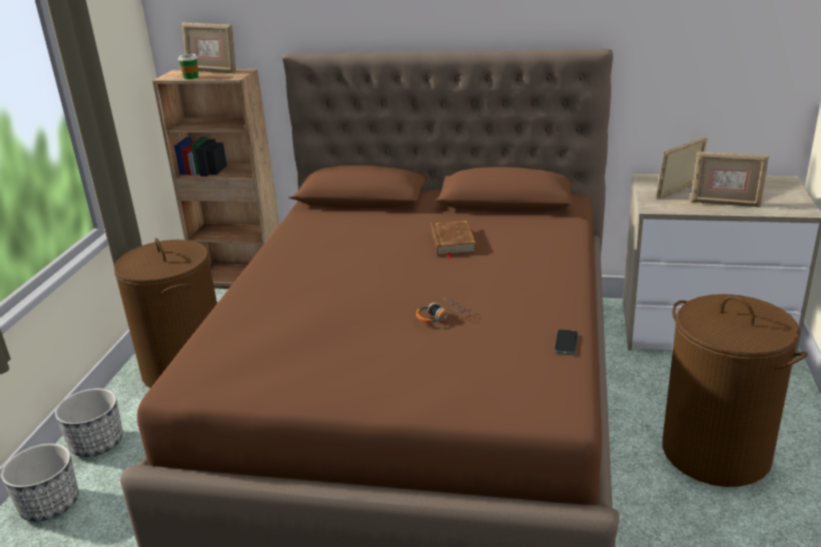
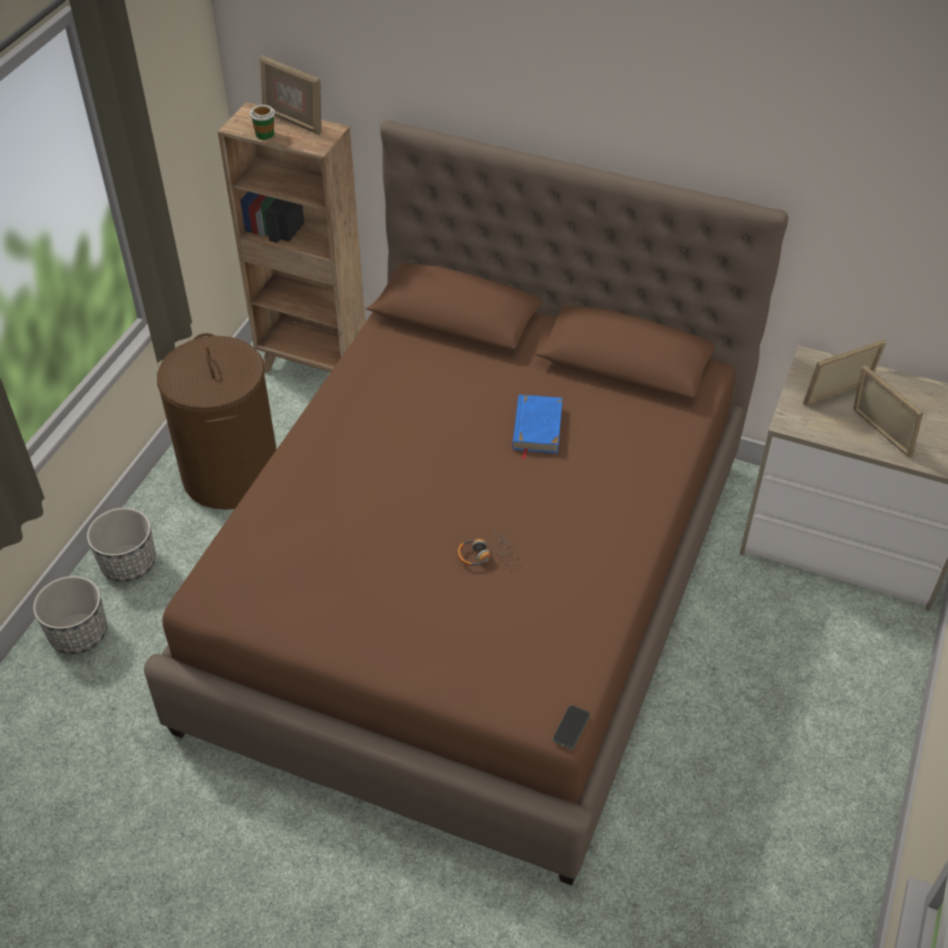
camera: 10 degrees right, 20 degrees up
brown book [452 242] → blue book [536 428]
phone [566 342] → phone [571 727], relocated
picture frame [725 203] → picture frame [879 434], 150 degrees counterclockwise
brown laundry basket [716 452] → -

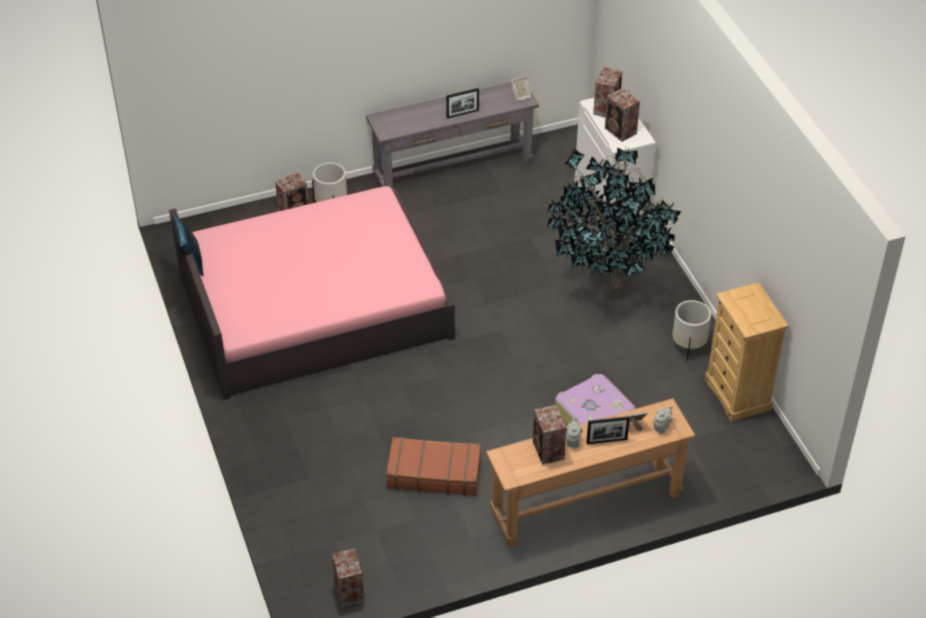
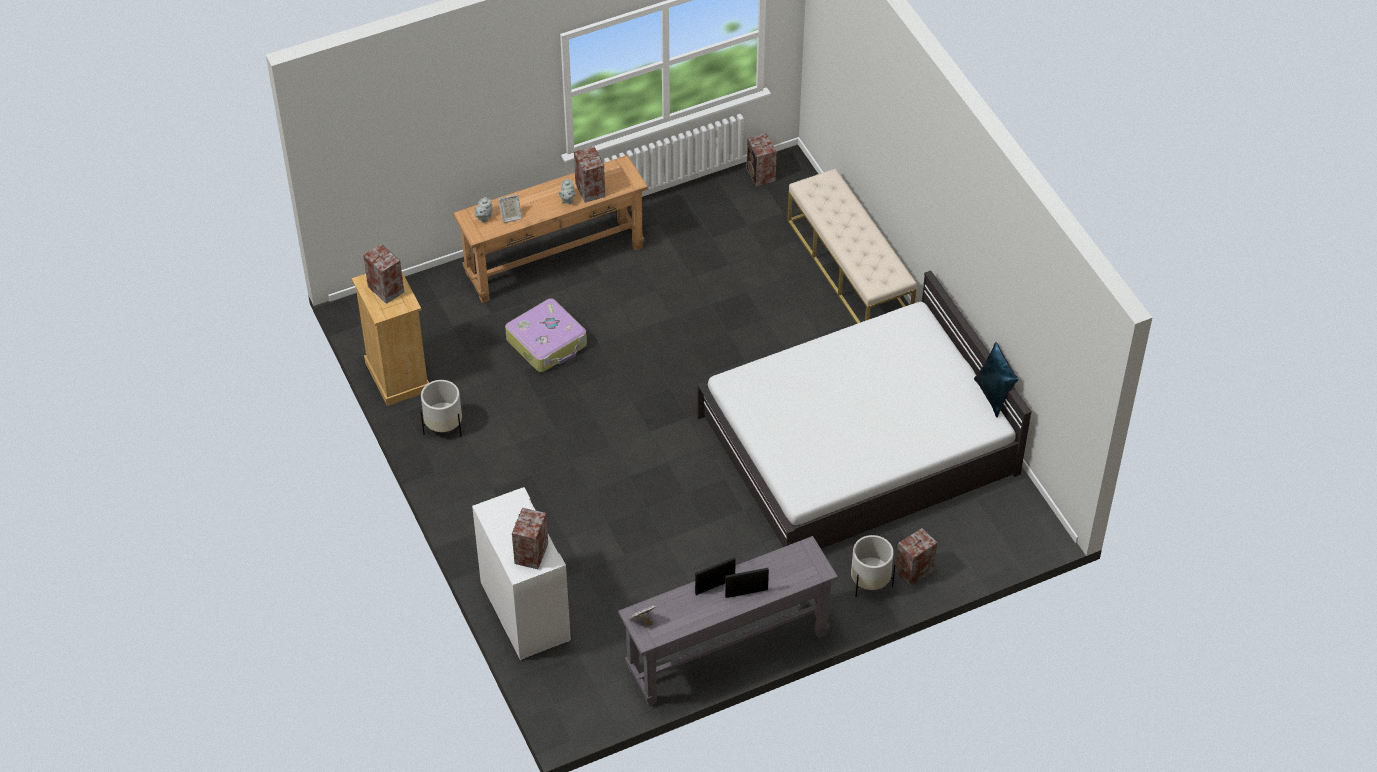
camera: 175 degrees right, 5 degrees up
speaker [621 131] → speaker [385 288], relocated
pink bed [313 306] → white bed [858 445]
picture frame [606 441] → picture frame [746 593], relocated
- → beige bench [849 269]
brown suitcase [434 473] → -
potted plant [607 298] → -

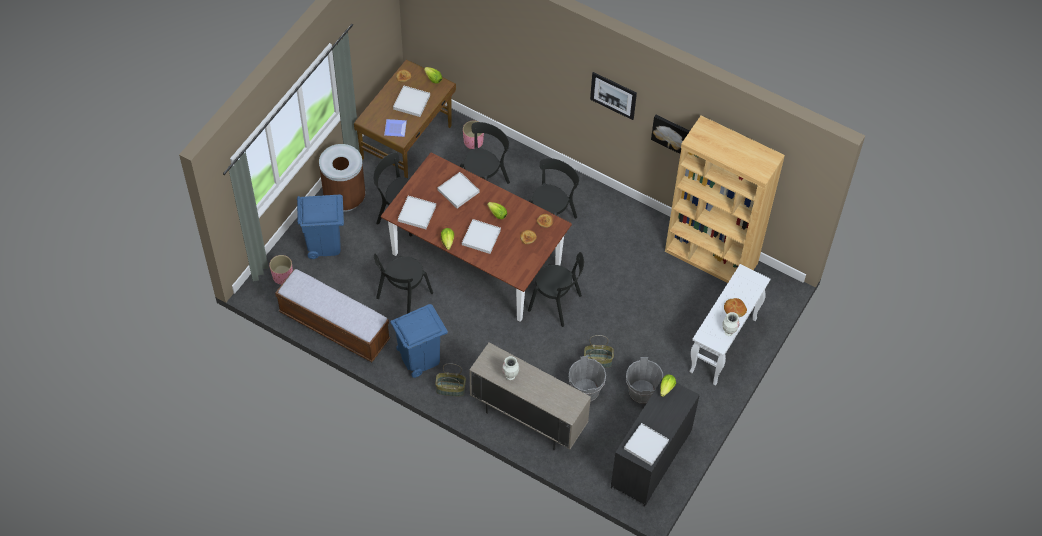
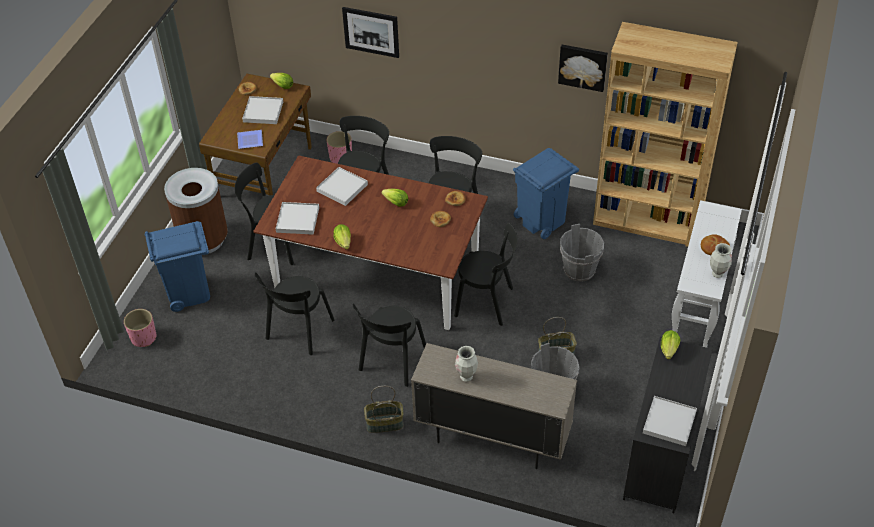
camera: 10 degrees left, 10 degrees down
picture [613 95] → picture [371 32], relocated
- → black chair [391 362]
blue trash can [420 357] → blue trash can [541 220], relocated
grey bucket [642 392] → grey bucket [579 270], relocated
bench [334 326] → -
white tray [481 237] → -

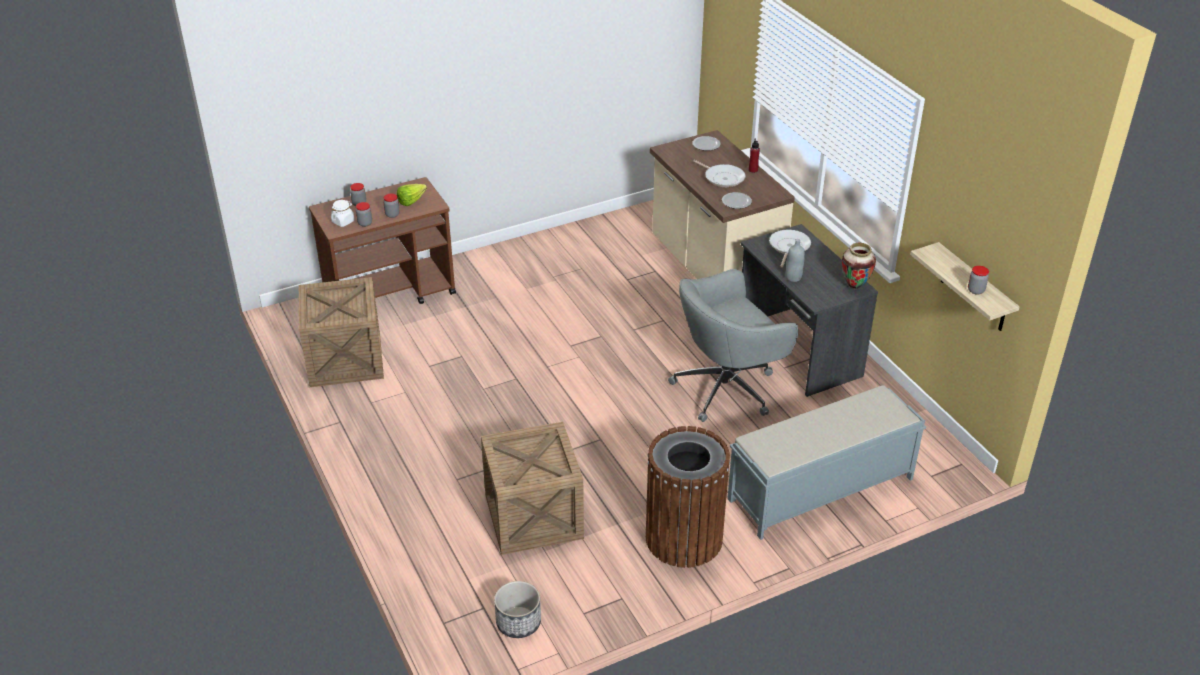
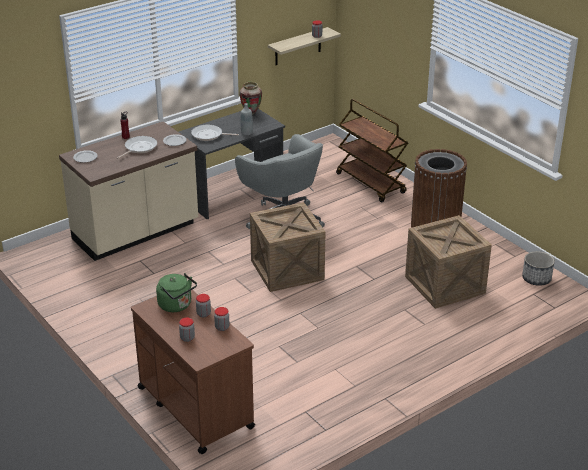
camera: 100 degrees left, 5 degrees down
lettuce [414 201] → green kettle [177 305]
crate [345 360] → crate [287 270], relocated
grey bench [819 489] → brown cart [371 183]
white jar [343 221] → -

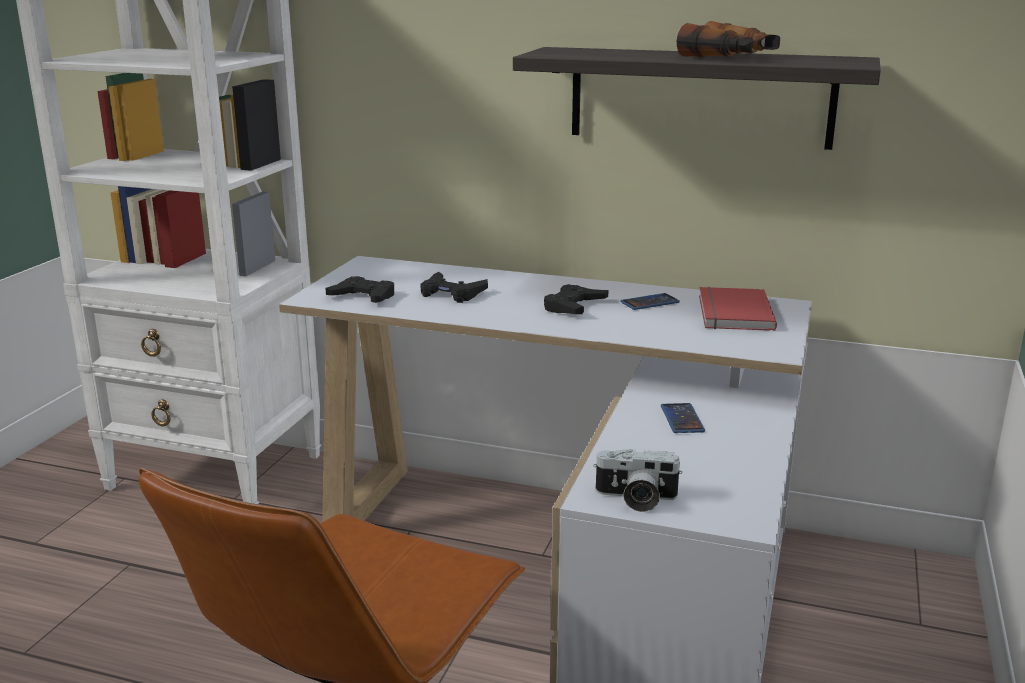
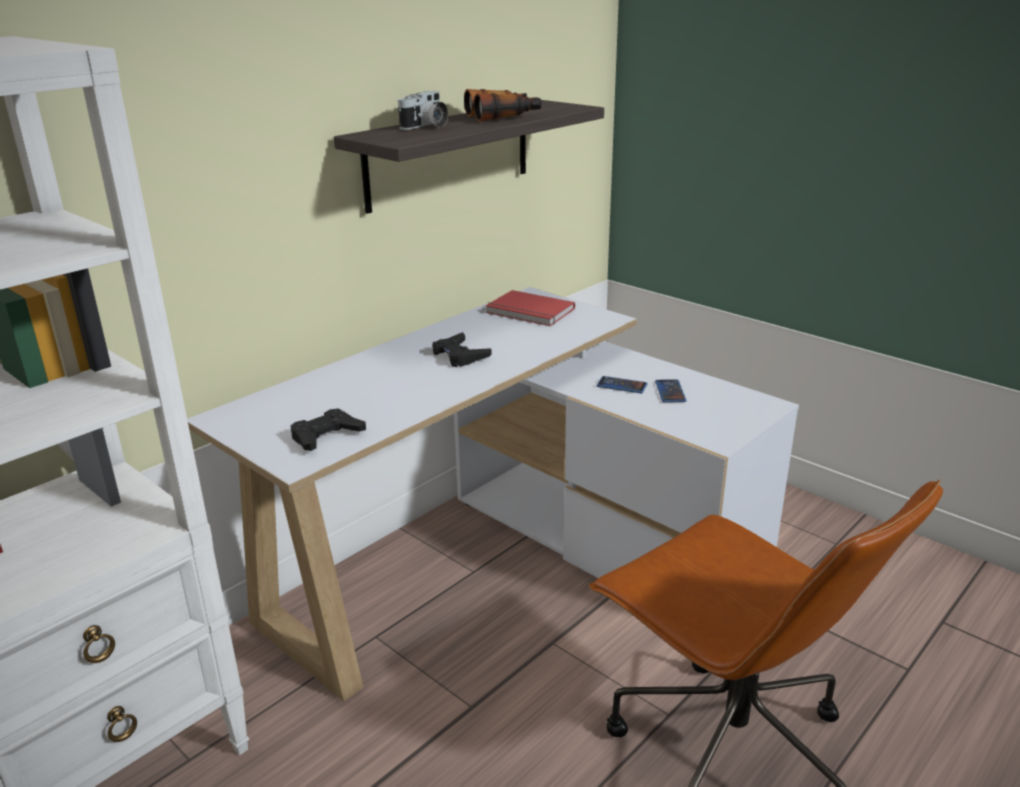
camera: 65 degrees left, 5 degrees up
photo camera [635 499] → photo camera [426 126], relocated
phone [650 302] → phone [670 391], relocated
black game controller [451 293] → -

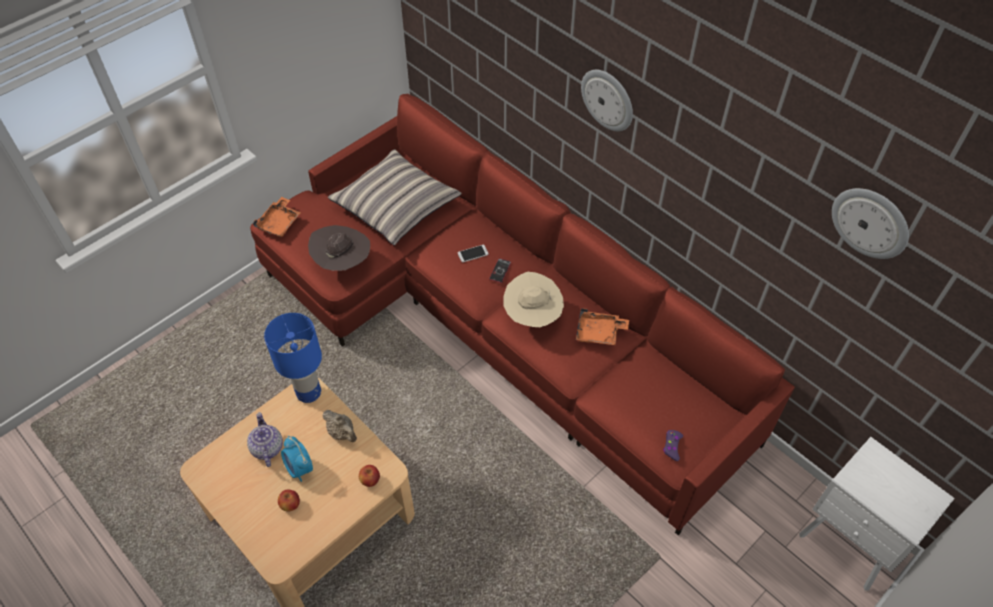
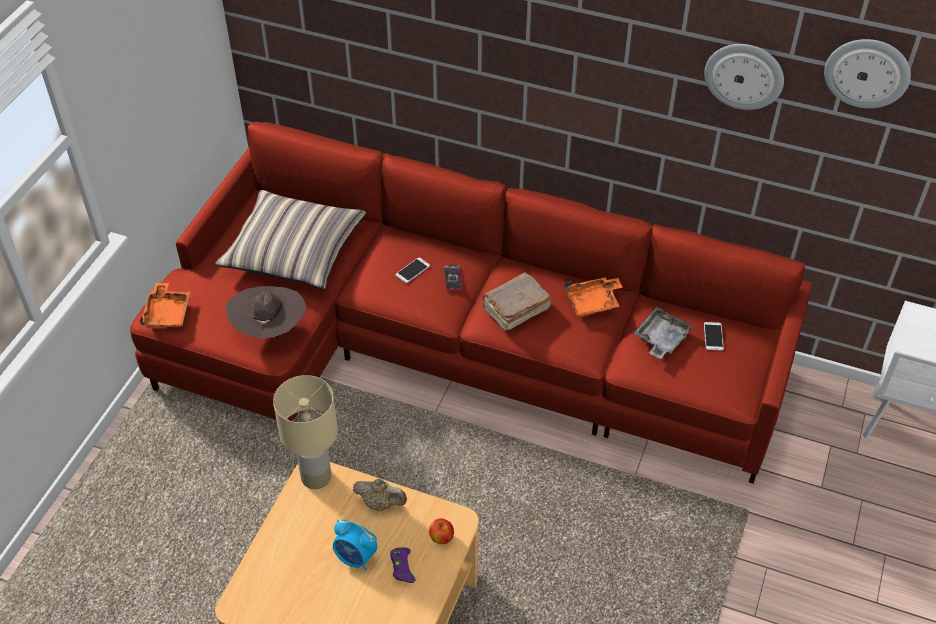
camera: 25 degrees left, 5 degrees down
blue table lamp [309 392] → beige table lamp [316 476]
purple game controller [672 446] → purple game controller [402 567], relocated
beige hat [532 315] → brown book [515 310]
- → grey tray [661 339]
wall clock [608 99] → wall clock [744 75], relocated
- → phone [713 336]
teapot [267 448] → -
apple [290 505] → -

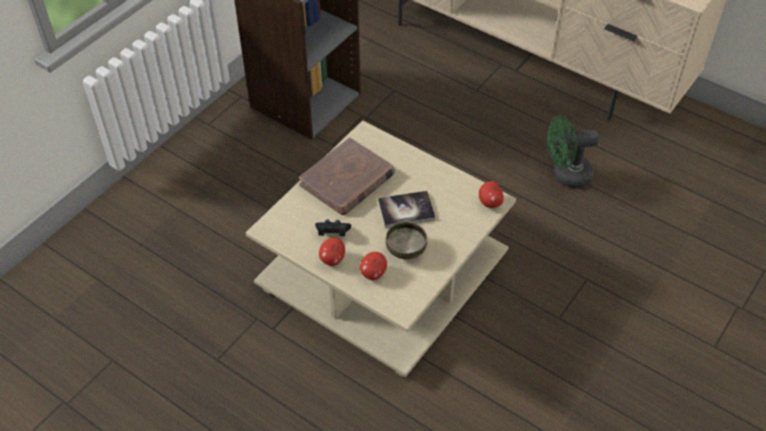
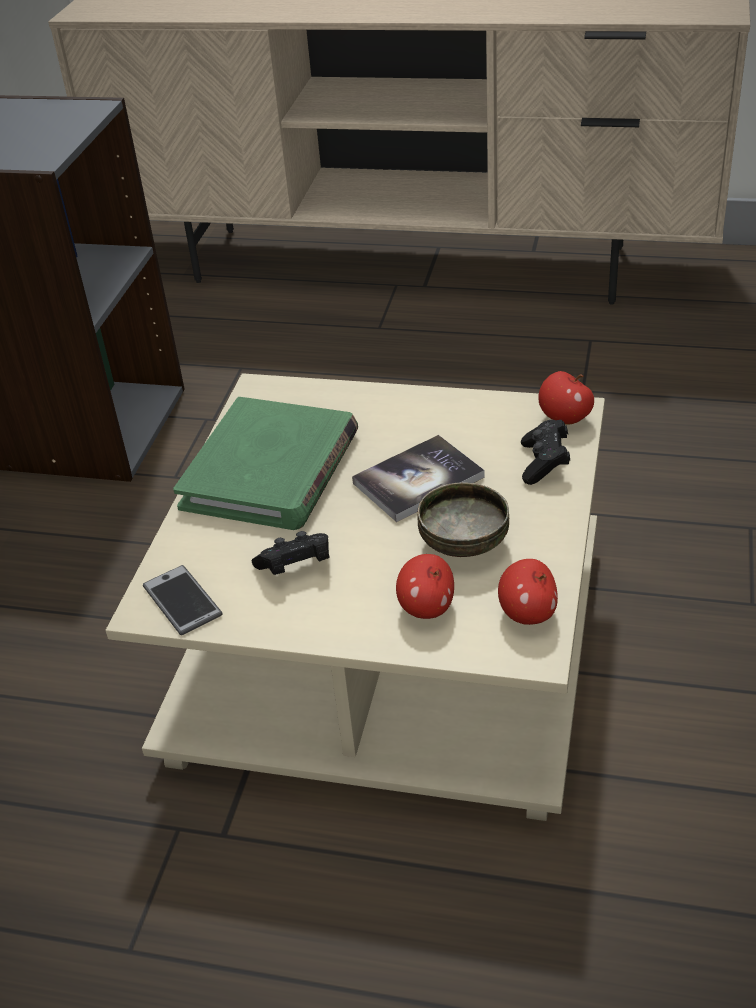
camera: 20 degrees left, 10 degrees down
- → phone [182 601]
brown book [347 180] → green book [271 470]
apple [332 259] → apple [528 613], relocated
- → black game controller [544 463]
green fan [566 176] → -

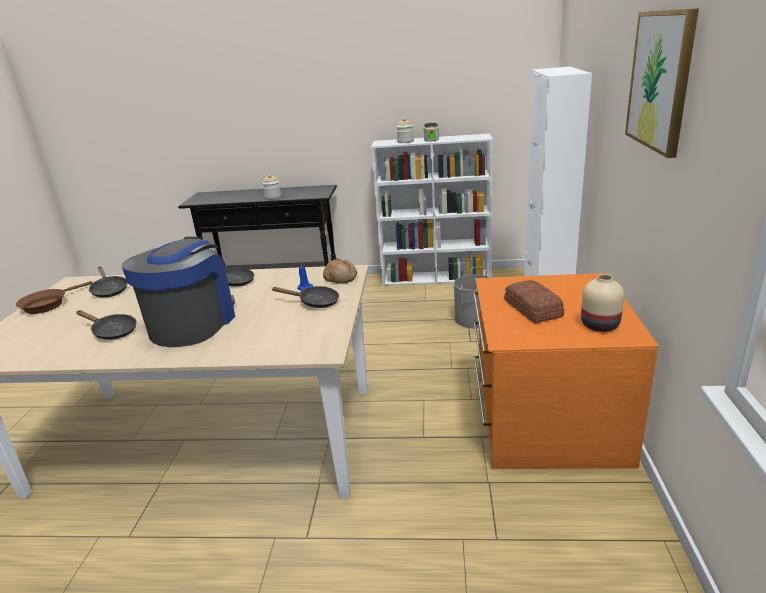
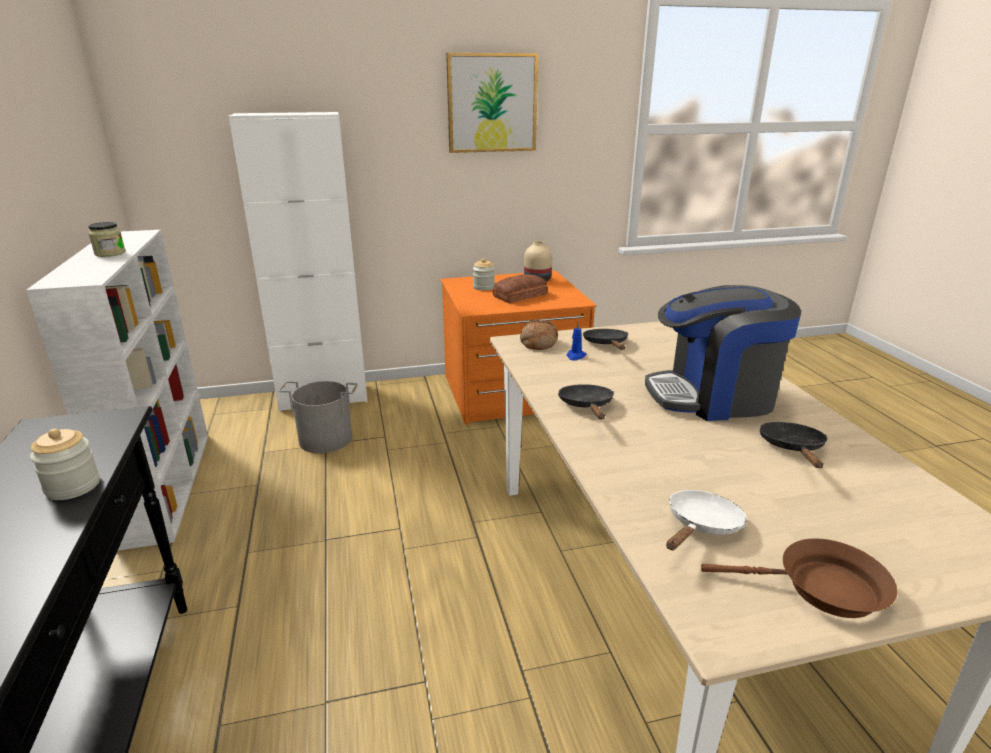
camera: 110 degrees left, 0 degrees up
jar [405 141] → jar [483 287], relocated
black frying pan [109 290] → white frying pan [701 526]

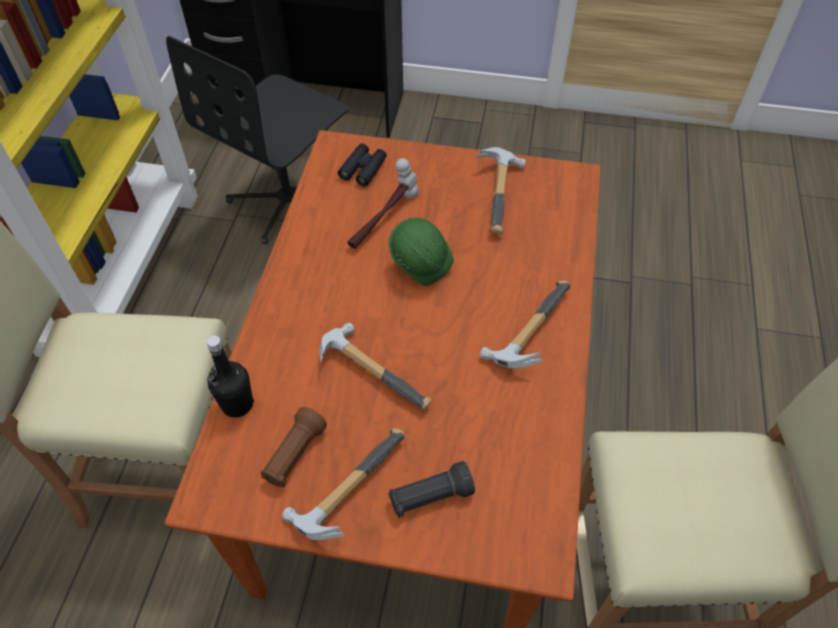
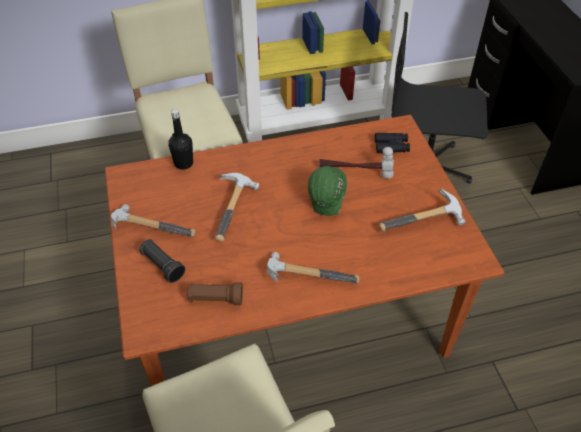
camera: 65 degrees right, 5 degrees down
brown flashlight [294 455] → brown flashlight [215 299], relocated

